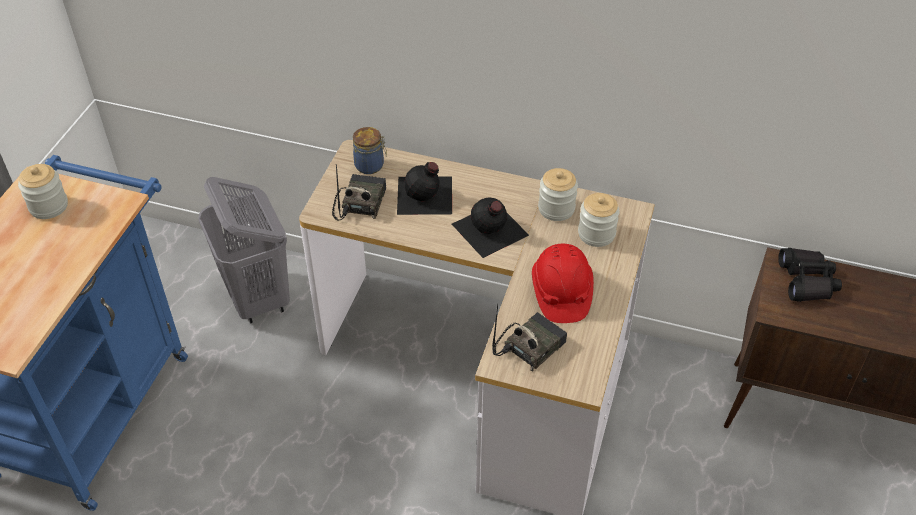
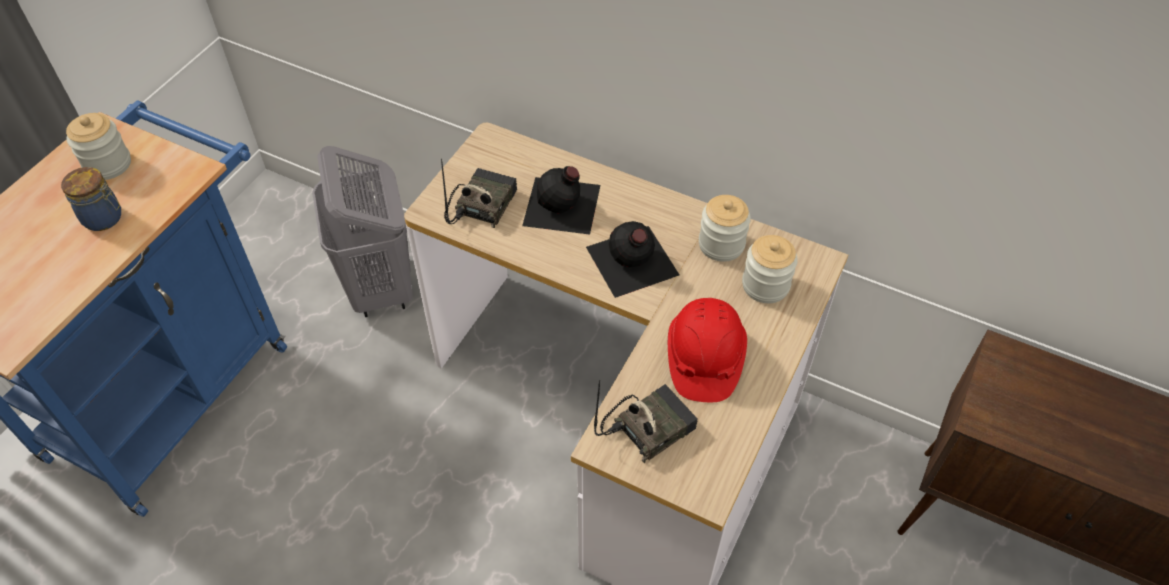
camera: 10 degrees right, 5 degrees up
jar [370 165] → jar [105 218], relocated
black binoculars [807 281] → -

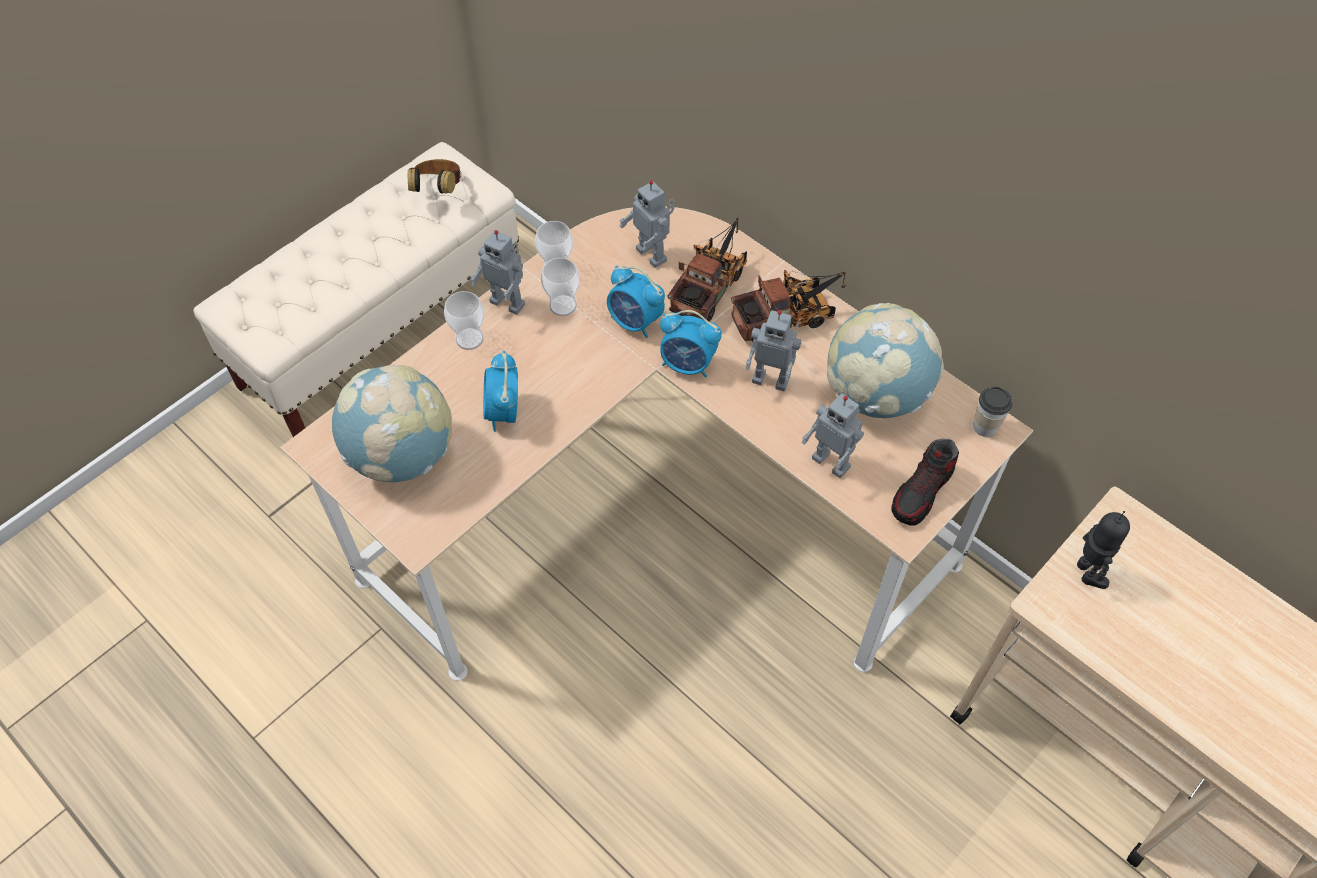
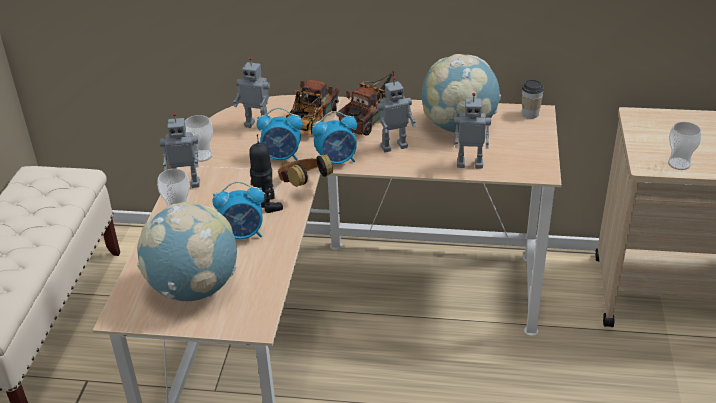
camera: 35 degrees left, 20 degrees down
alarm clock [503 412] → alarm clock [243 235], 60 degrees counterclockwise
toy robot [1086 572] → toy robot [266 207], relocated
headphones [438 190] → headphones [304 186], relocated
toy truck [711 285] → toy truck [310 123], 150 degrees counterclockwise
cup [563 305] → cup [679 164], relocated
shoe [922 492] → -

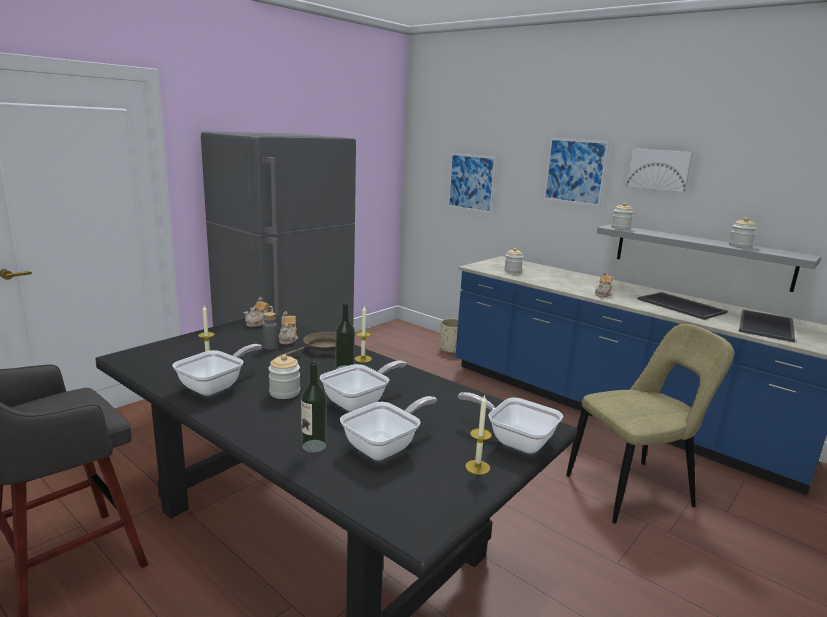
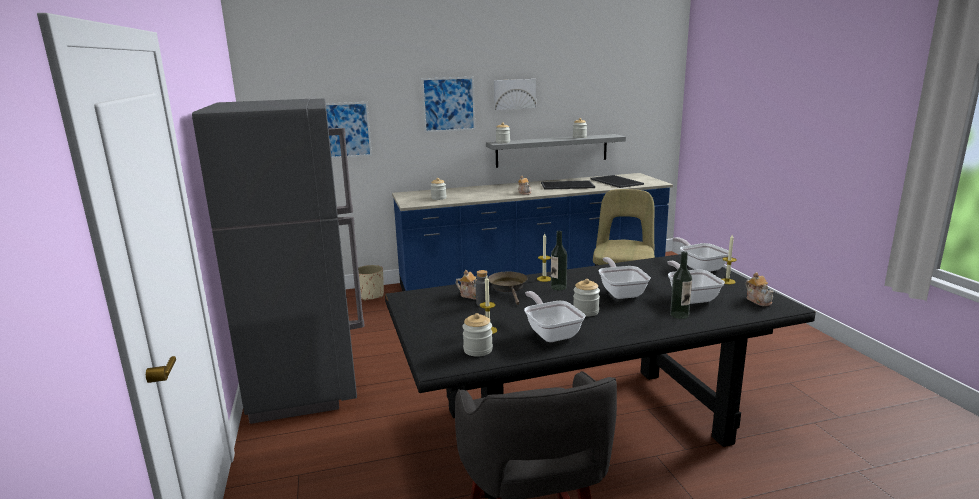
camera: 55 degrees left, 0 degrees up
- → jar [478 350]
frying pan [515 440] → frying pan [700 267], 90 degrees clockwise
teapot [259 323] → teapot [758 300], relocated

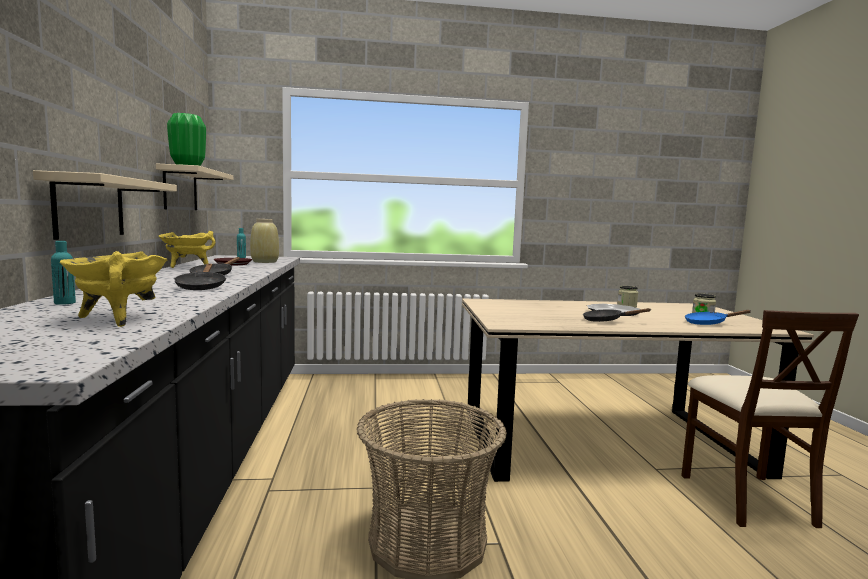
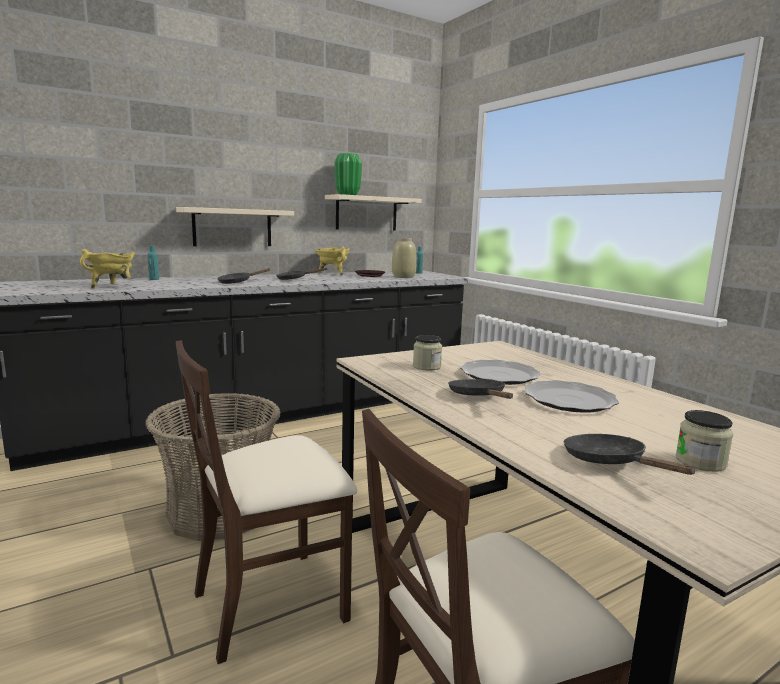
camera: 65 degrees right, 5 degrees up
- → beige chair [271 602]
jar [627 306] → jar [426 367], relocated
- → plate [499 375]
blue frying pan [709 323] → black frying pan [610 462]

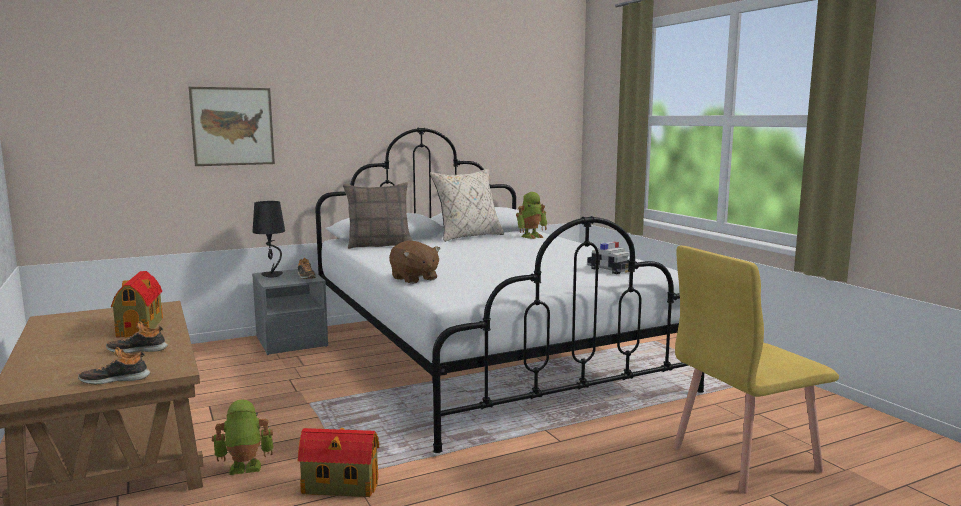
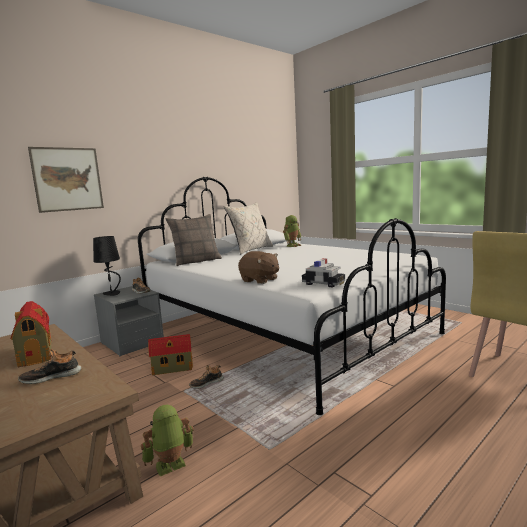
camera: 15 degrees left, 0 degrees up
toy house [338 486] → toy house [171 368], relocated
shoe [115 379] → shoe [206 383], relocated
toy car [611 269] → toy car [323 283], relocated

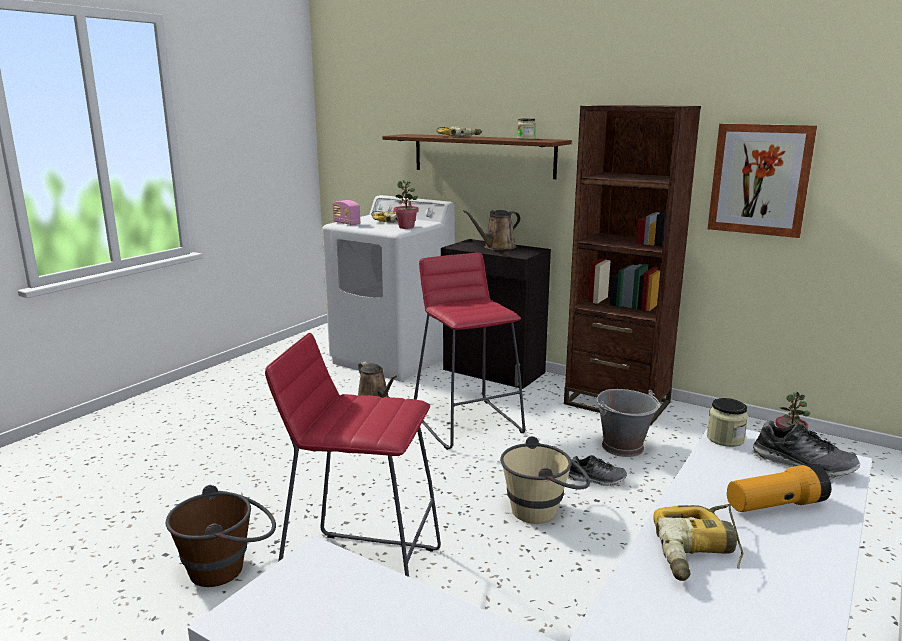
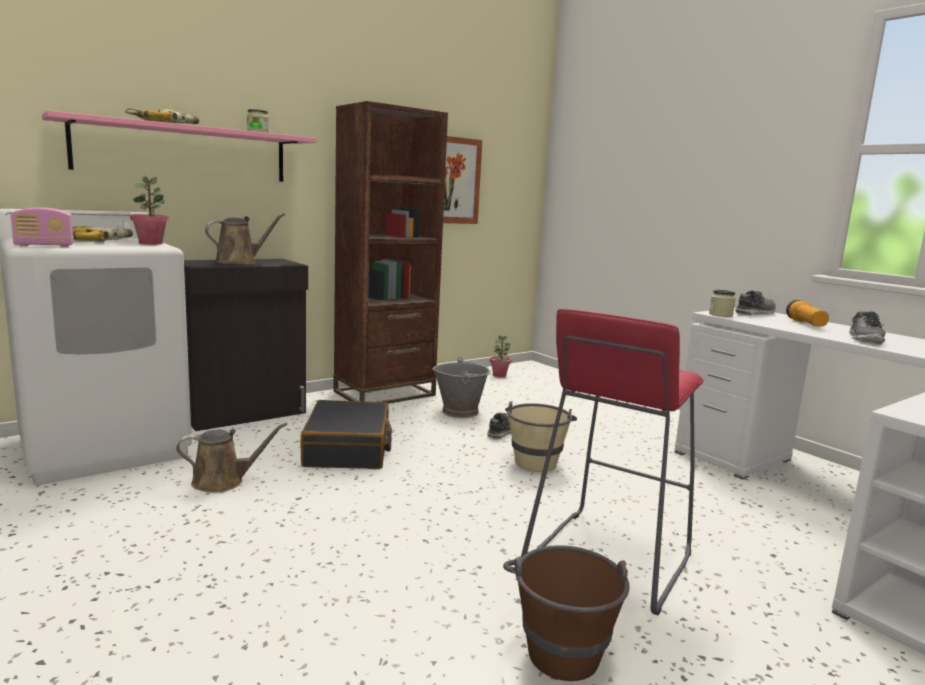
camera: 70 degrees left, 5 degrees down
brown shelf [483 155] → pink shelf [184 152]
brown watering can [497 247] → brown watering can [239 262], 120 degrees counterclockwise
red stool [468 423] → black suitcase [348 449]
power drill [699 552] → shoe [865 339]

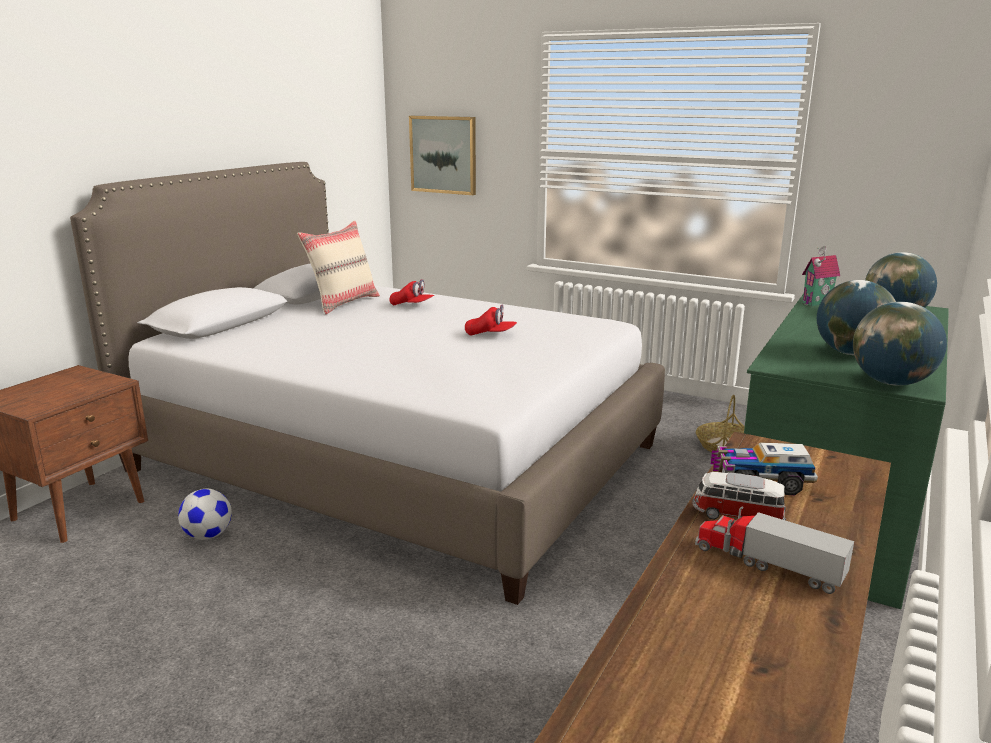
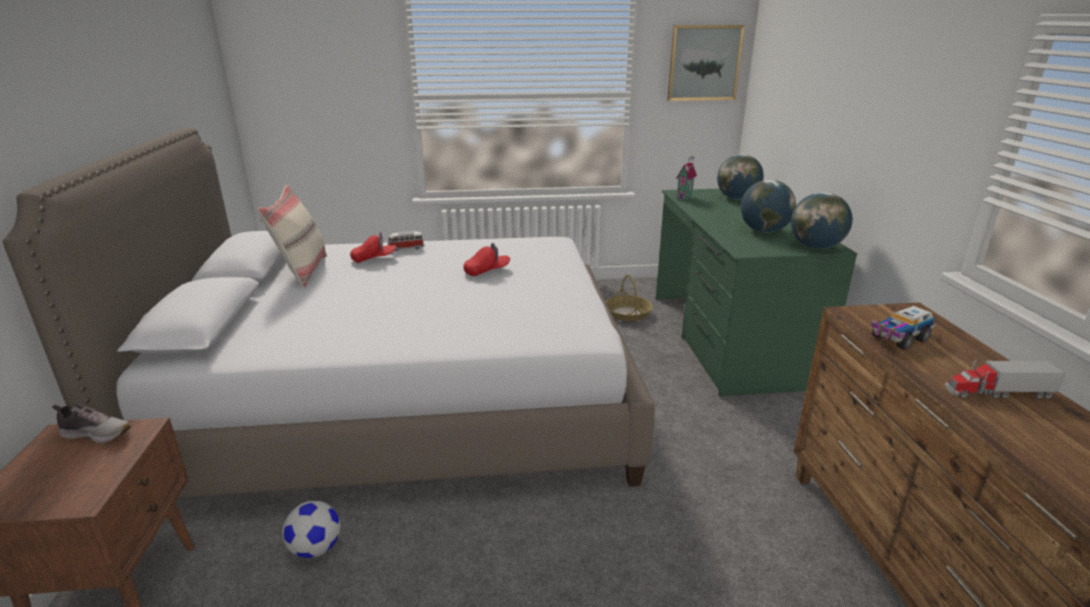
camera: 35 degrees left, 5 degrees up
- → shoe [97 433]
toy car [737 515] → toy car [406 248], relocated
picture [443 154] → picture [704 63], relocated

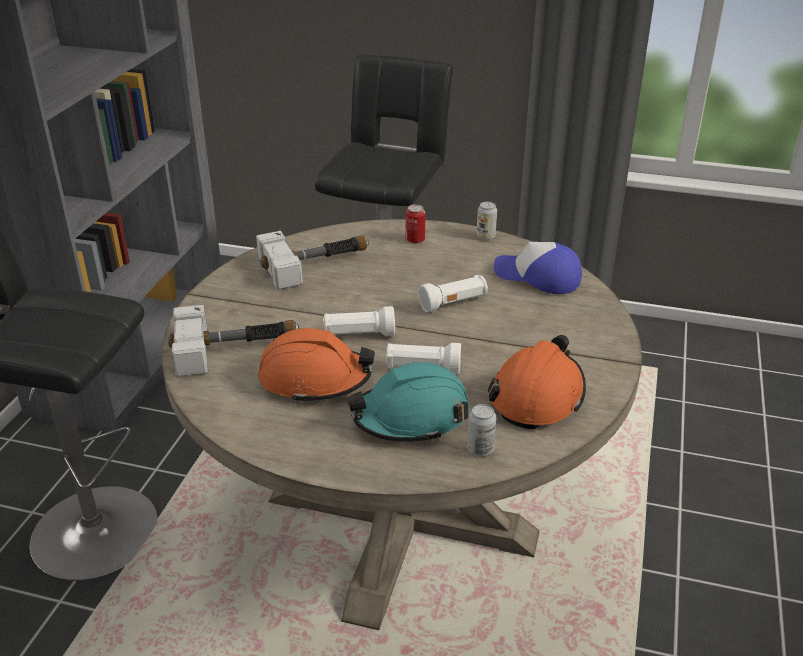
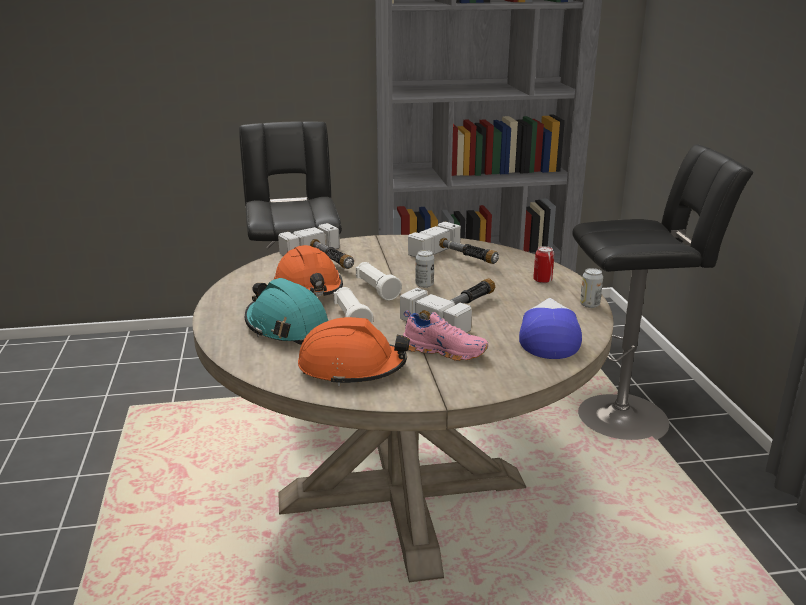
camera: 65 degrees right, 10 degrees down
white flashlight [453 303] → hammer [458 312]
- → pink shoe [444 351]
can [480 449] → can [424 285], relocated

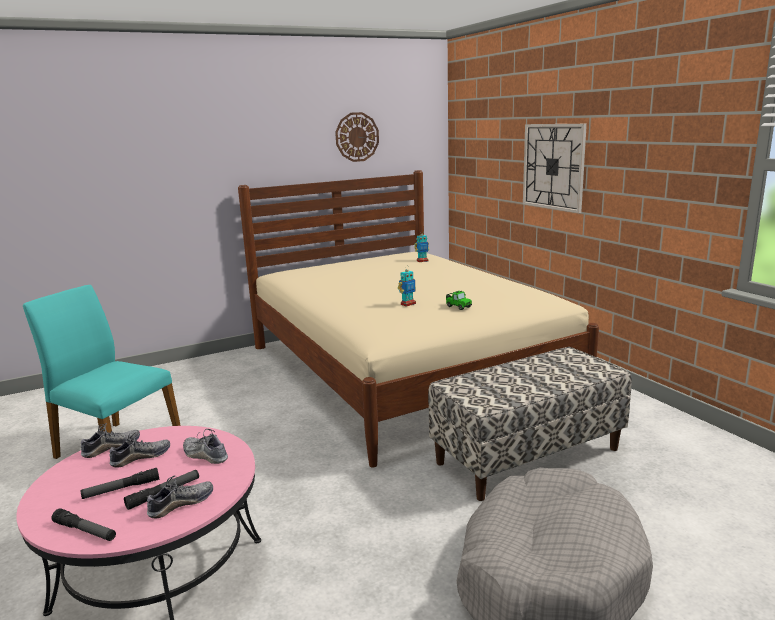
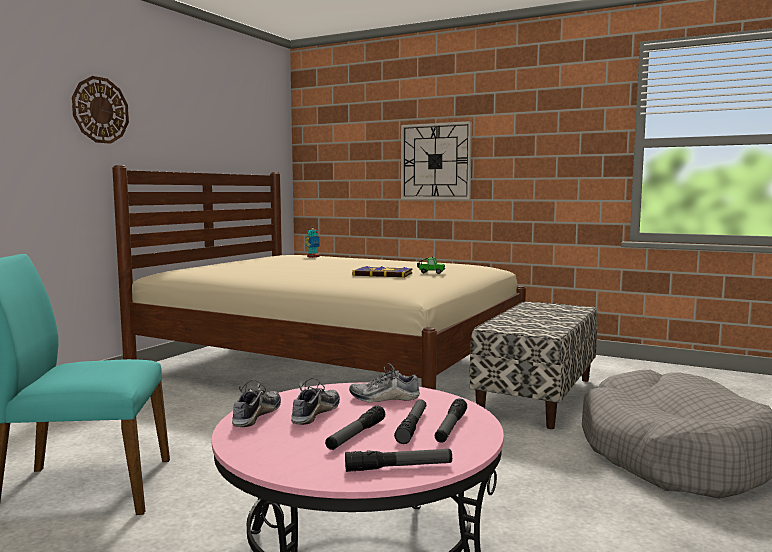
camera: 35 degrees left, 10 degrees down
wall clock [357 137] → wall clock [100 110], relocated
toy robot [408 304] → book [383 274]
shoe [181 504] → flashlight [450 428]

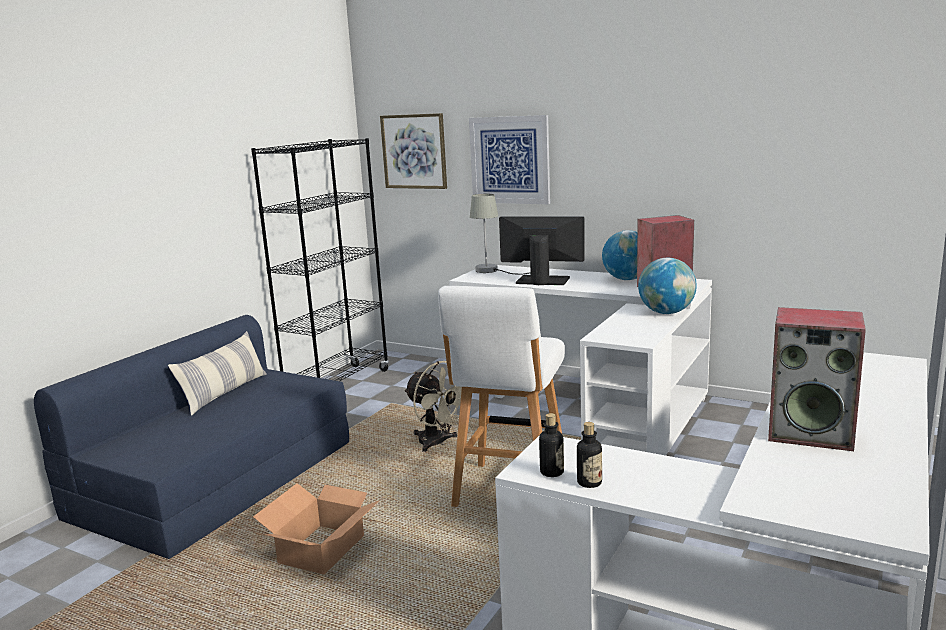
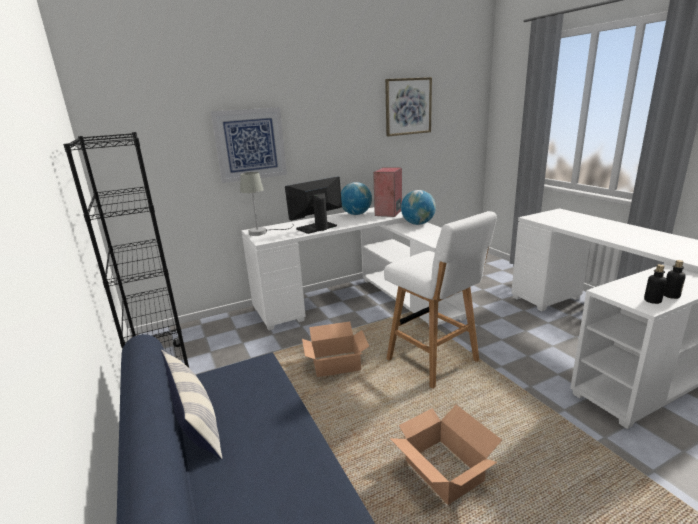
camera: 55 degrees left, 5 degrees up
beige fan [437 443] → cardboard box [335 364]
picture [414 151] → picture [408 106], relocated
speaker [811 433] → -

